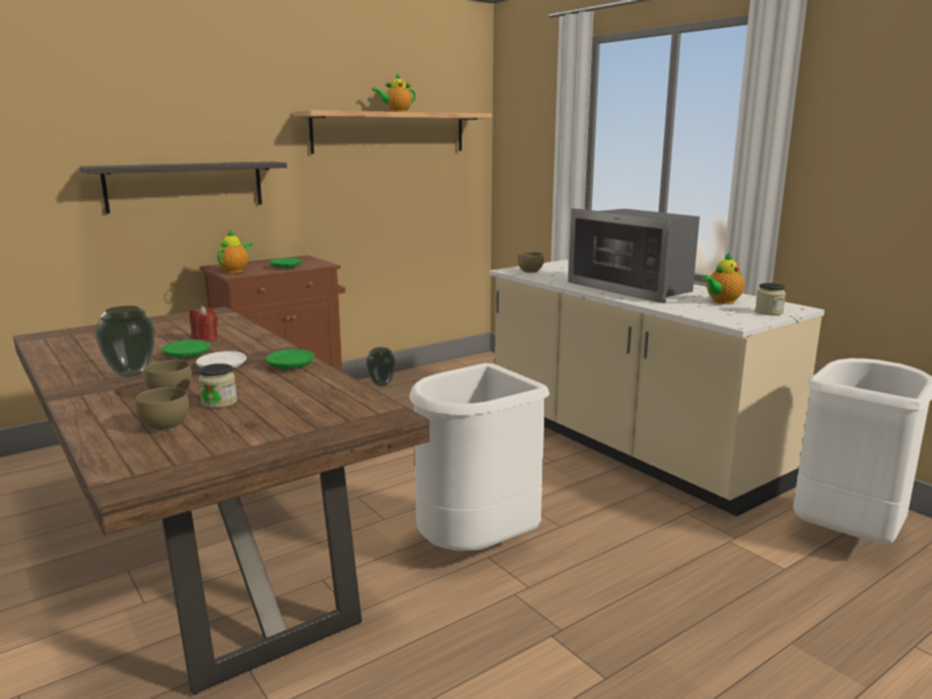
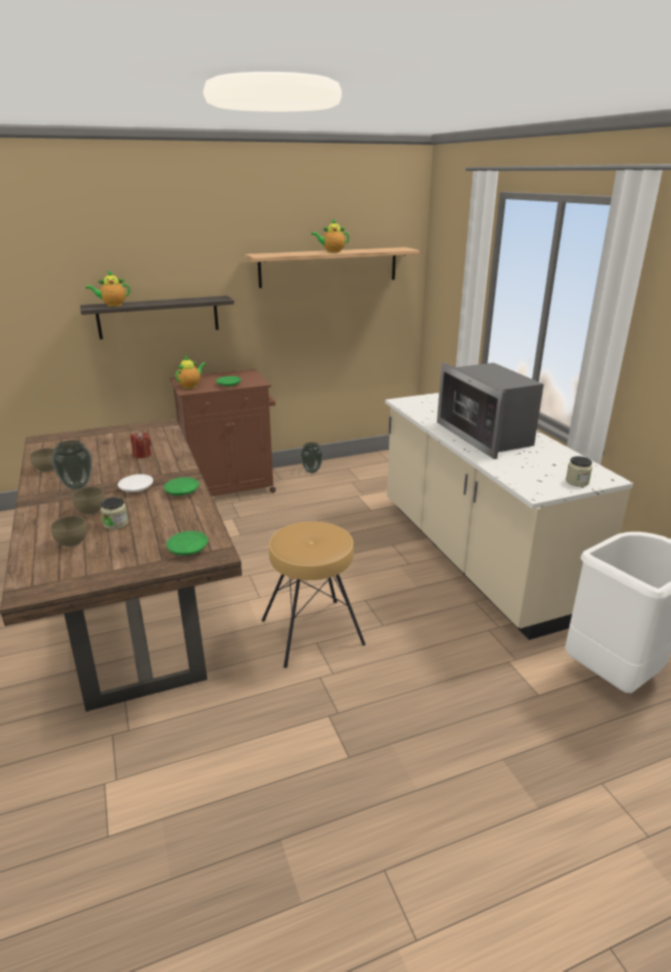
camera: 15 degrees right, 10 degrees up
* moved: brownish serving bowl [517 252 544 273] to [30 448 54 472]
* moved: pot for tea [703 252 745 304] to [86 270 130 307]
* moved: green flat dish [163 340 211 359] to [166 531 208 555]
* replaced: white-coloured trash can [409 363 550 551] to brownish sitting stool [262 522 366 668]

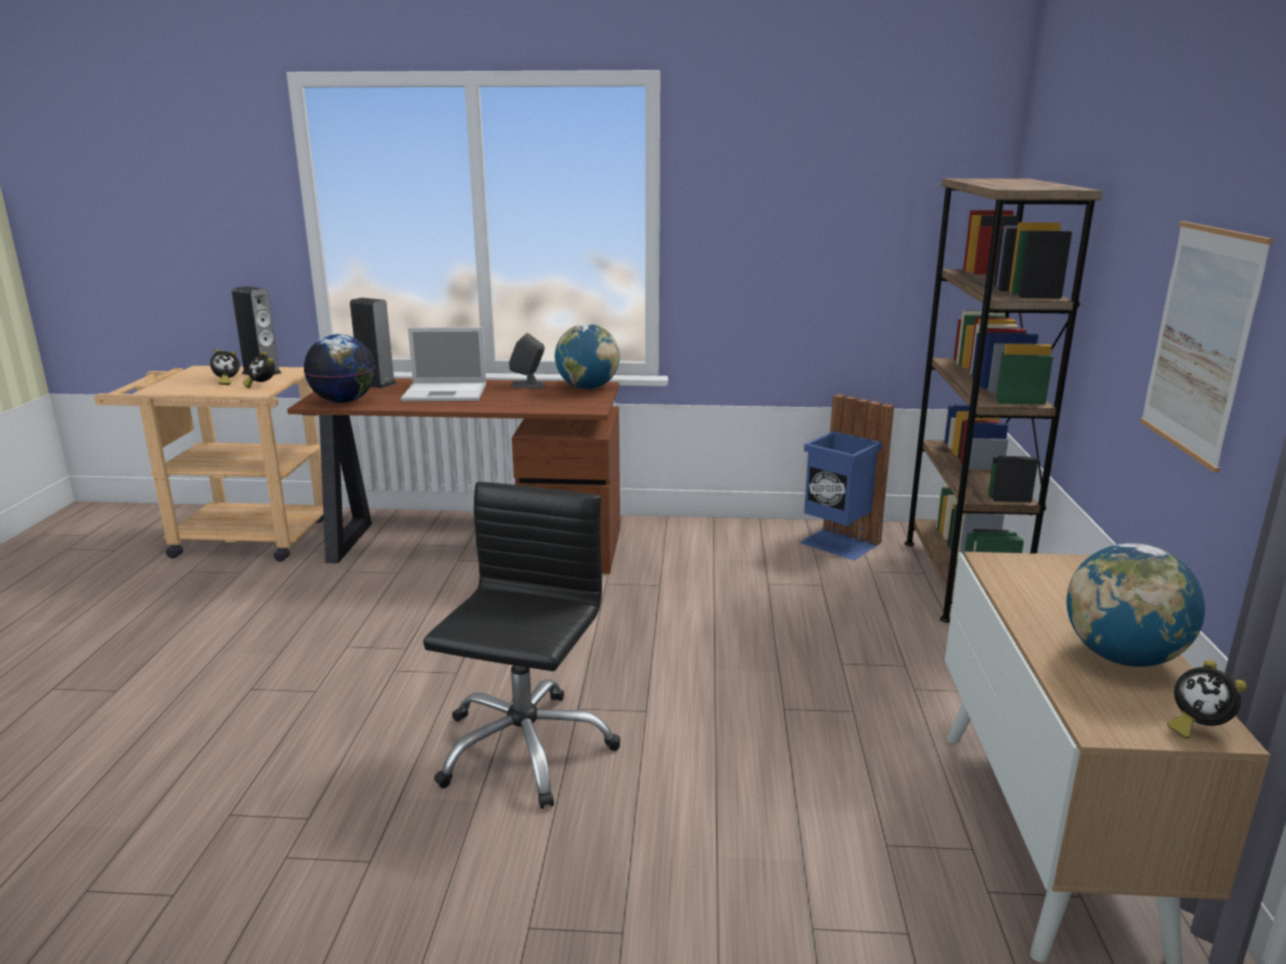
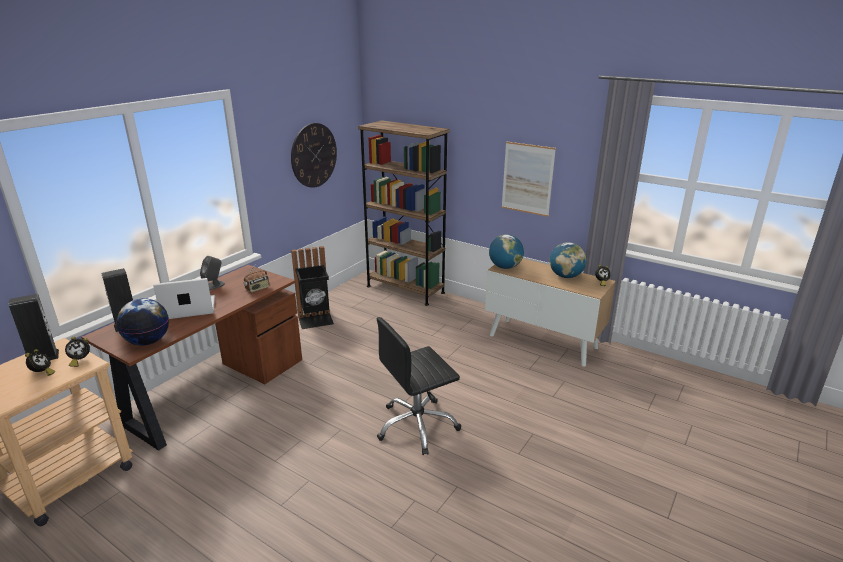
camera: 60 degrees left, 5 degrees up
* turned: notebook computer [401 327 486 401] = [153 278 215 319] 135 degrees counterclockwise
* added: radio [244 264 269 293]
* added: hanging clock [291 123 337 188]
* added: black trash can [291 246 334 329]
* turned: black computer chair [423 482 620 809] = [377 317 461 455] 75 degrees counterclockwise
* moved: desk globe [555 324 620 389] to [489 234 524 269]
* removed: blue trash can [799 394 894 560]

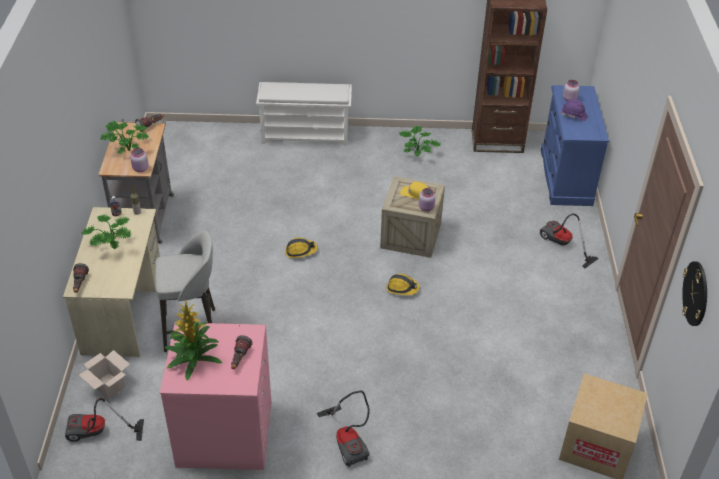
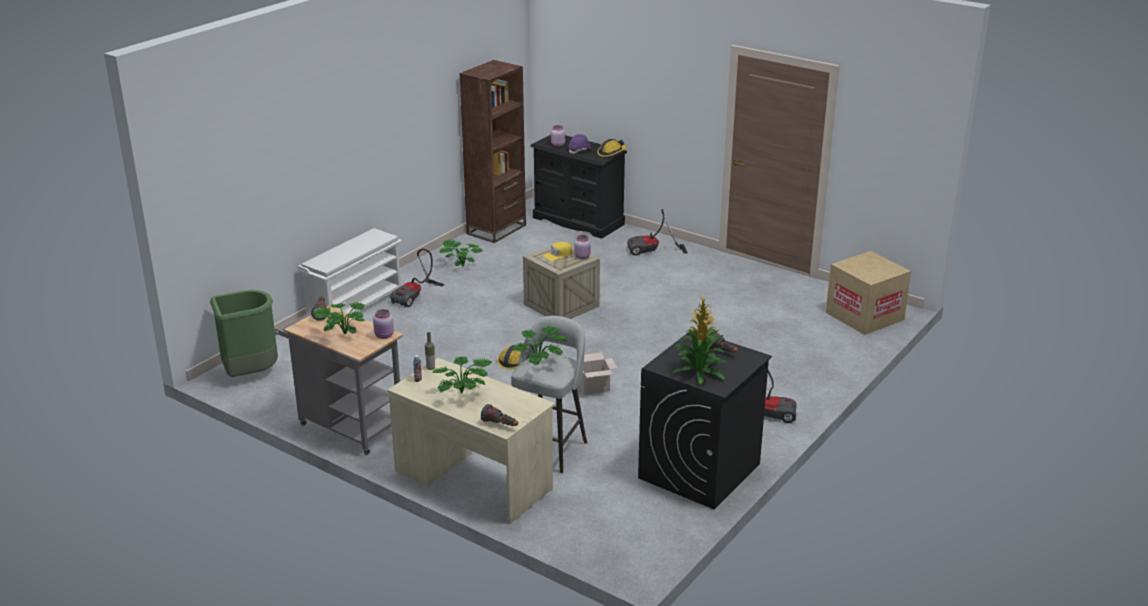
camera: 55 degrees left, 15 degrees down
* added: green trash can [210 290 278 377]
* moved: hoover [65 398 144 442] to [390 248 444 308]
* added: houseplant [511 325 568 365]
* recoloured: blue dresser [541 85 609 206] to black dresser [530 135 627 239]
* moved: packing box [79 350 130 399] to [580 352 617 395]
* moved: hard hat [386 274 420 295] to [597 139 627 157]
* recoloured: pink-coloured laundry appliance [160 322 271 470] to black laundry appliance [638 330 772 510]
* removed: hanging clock [682 261 707 326]

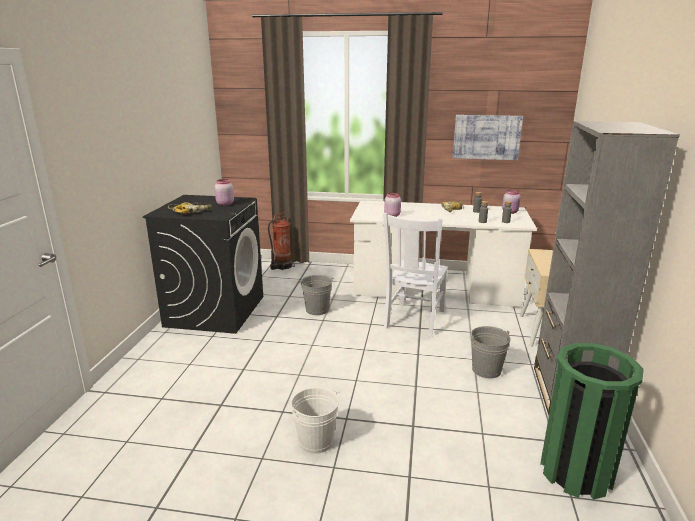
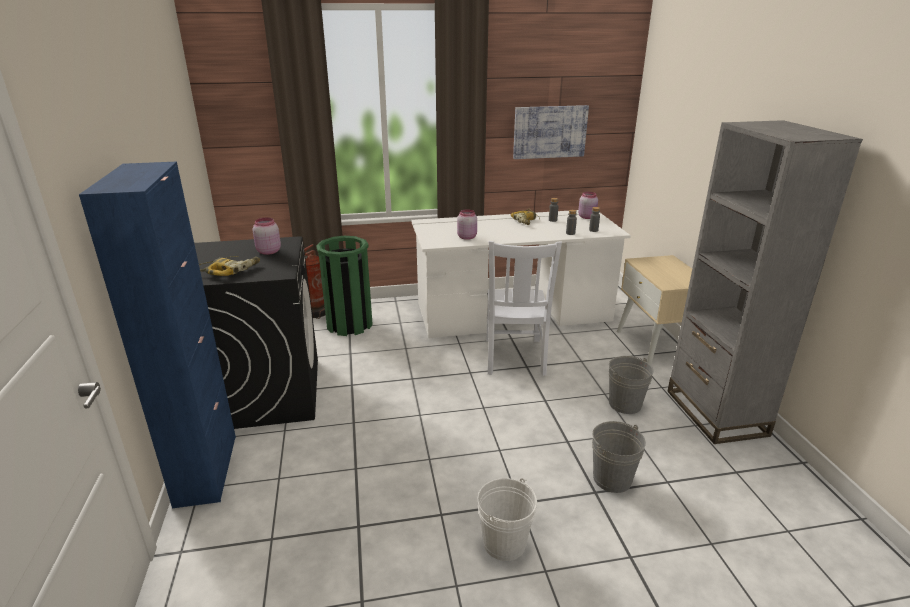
camera: 20 degrees left, 5 degrees up
* added: blue storage cabinet [79 162 236 508]
* moved: green trash can [540 343 644 500] to [316 236 373 336]
* moved: gray pail [299 275 333 315] to [592 421 646 493]

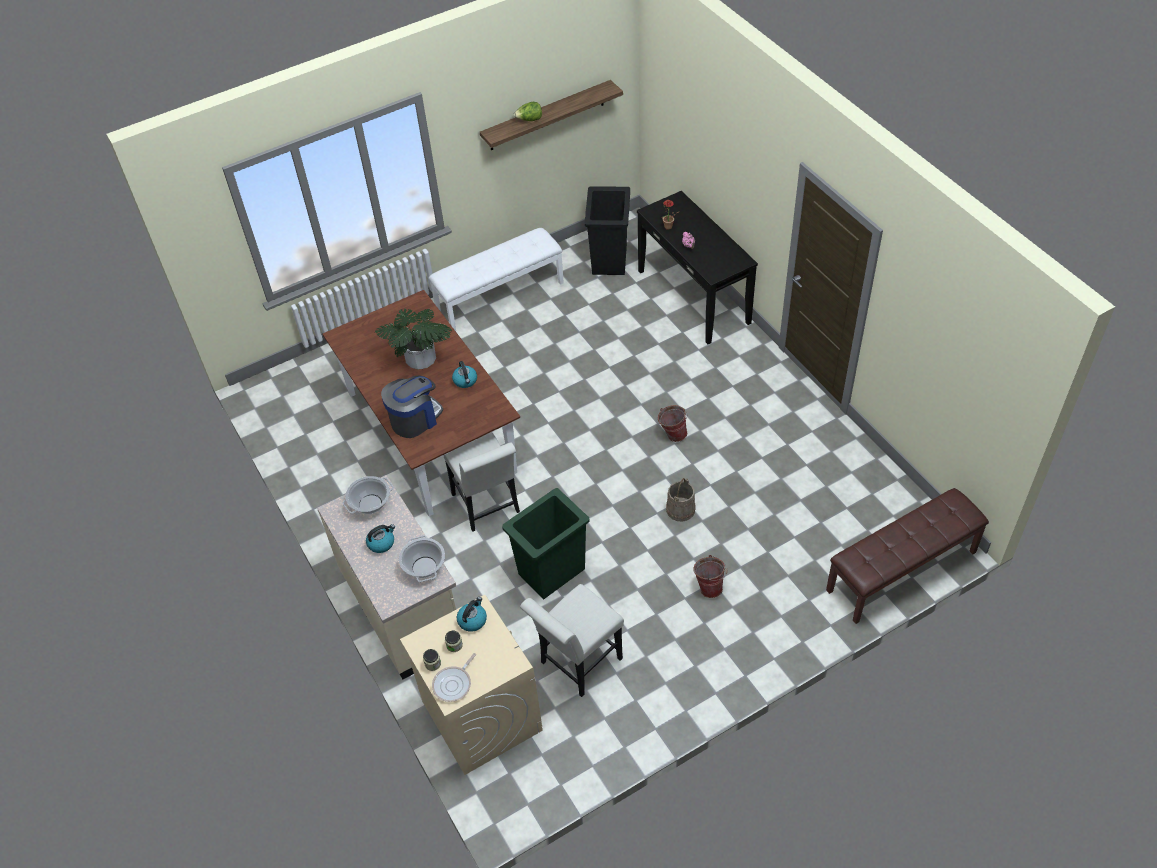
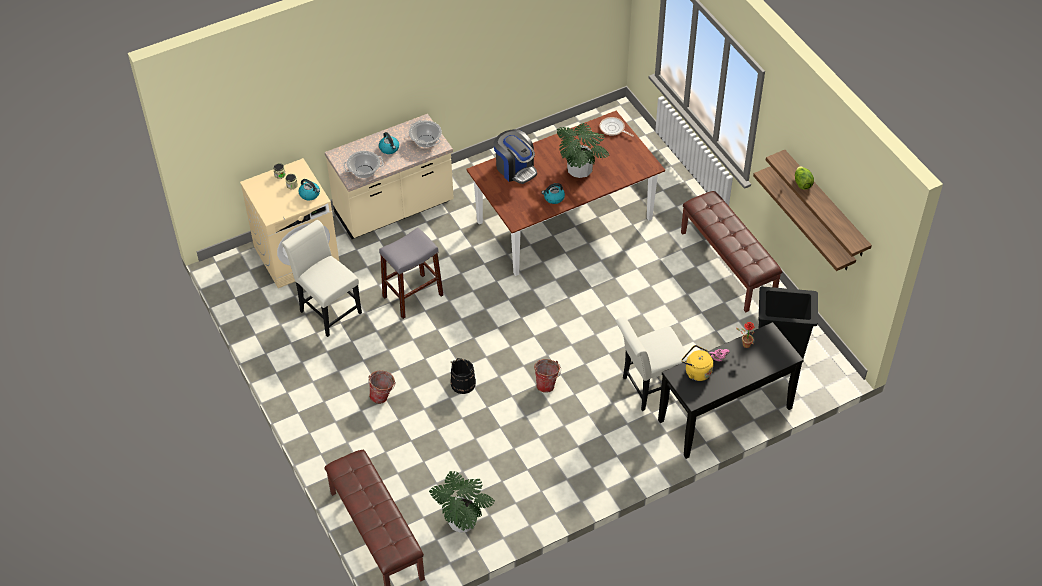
camera: 90 degrees right, 0 degrees up
* replaced: green trash can [502 488 589 600] to gray sitting stool [379 228 444 319]
* added: houseplant [429 471 495 533]
* recoloured: beige-coloured pail [666 478 695 521] to black pail [450 358 476 394]
* moved: skillet [432 653 476 702] to [599 117 634 137]
* moved: white-coloured chair [443 432 520 532] to [616 317 688 411]
* recoloured: white-coloured indoor bench [429 228 564 331] to brownish indoor bench [681 191 782 312]
* added: yellow-coloured tea kettle [681 345 713 381]
* added: shelf [753 166 856 271]

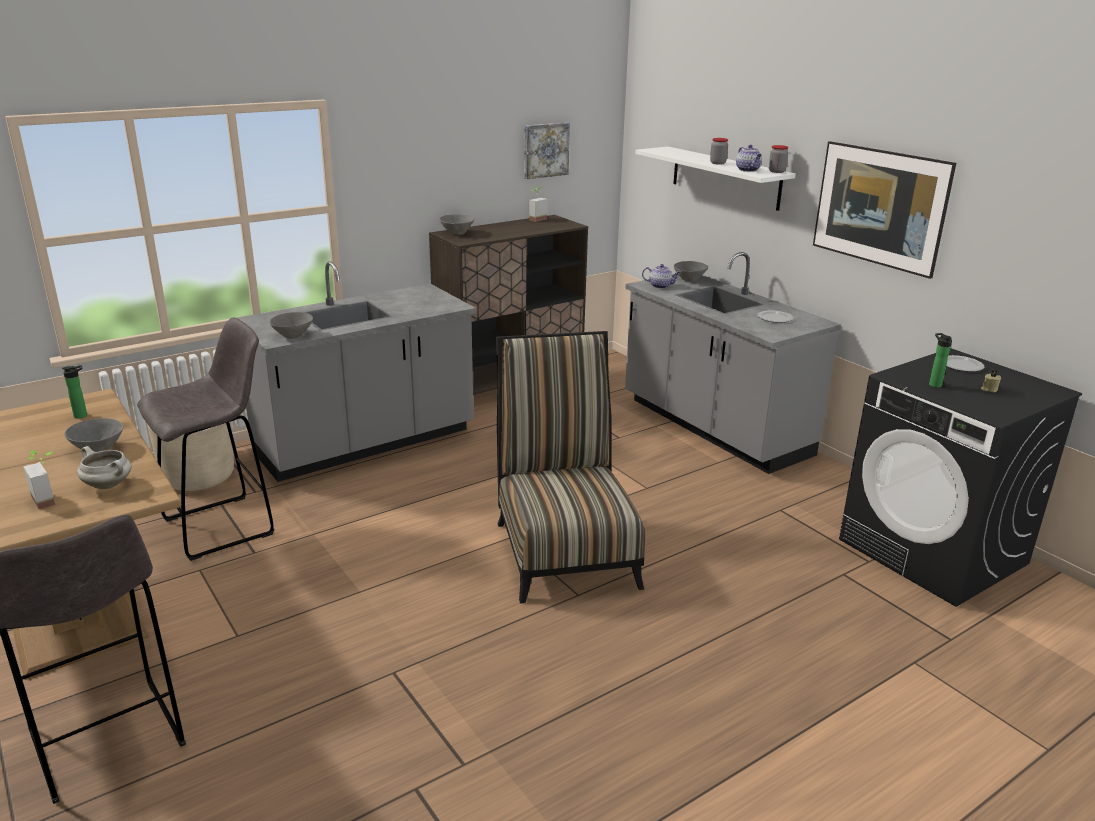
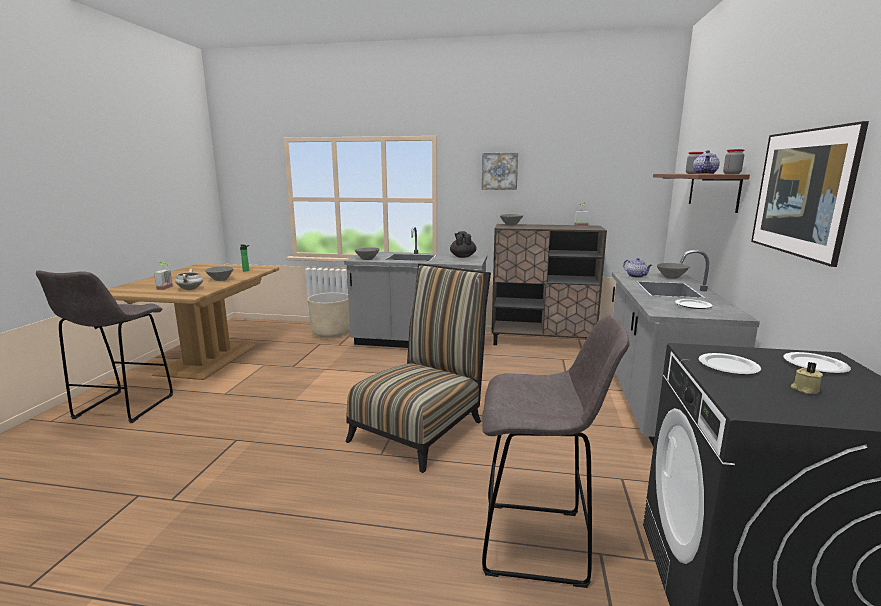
camera: 45 degrees right, 10 degrees down
* added: black pot for tea [450 231 477 258]
* moved: picture [524 122 570 179] to [482 153 518 190]
* moved: gray sitting stool [137 318 274 561] to [482 314 630 588]
* recoloured: white-coloured shelf [635 147 796 211] to brownish shelf [653 174 750 213]
* replaced: drink bottle [929 333 952 388] to flat dish [698 353 761 375]

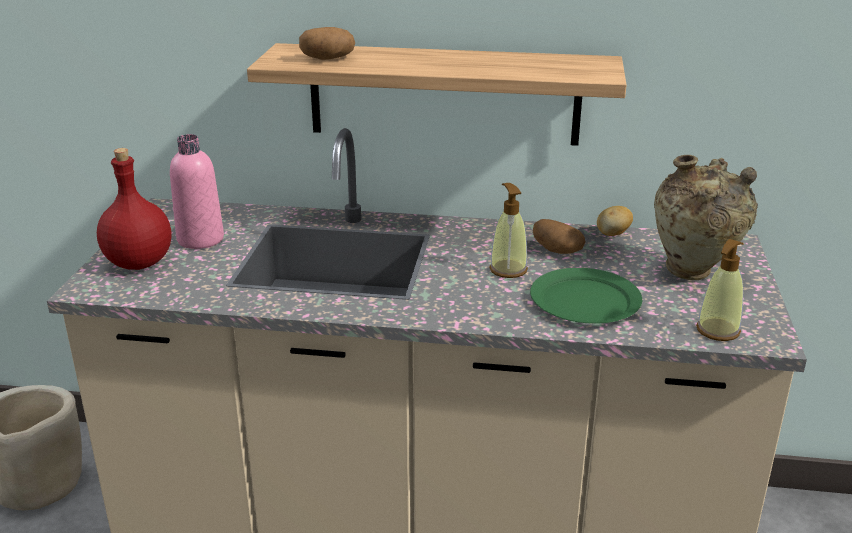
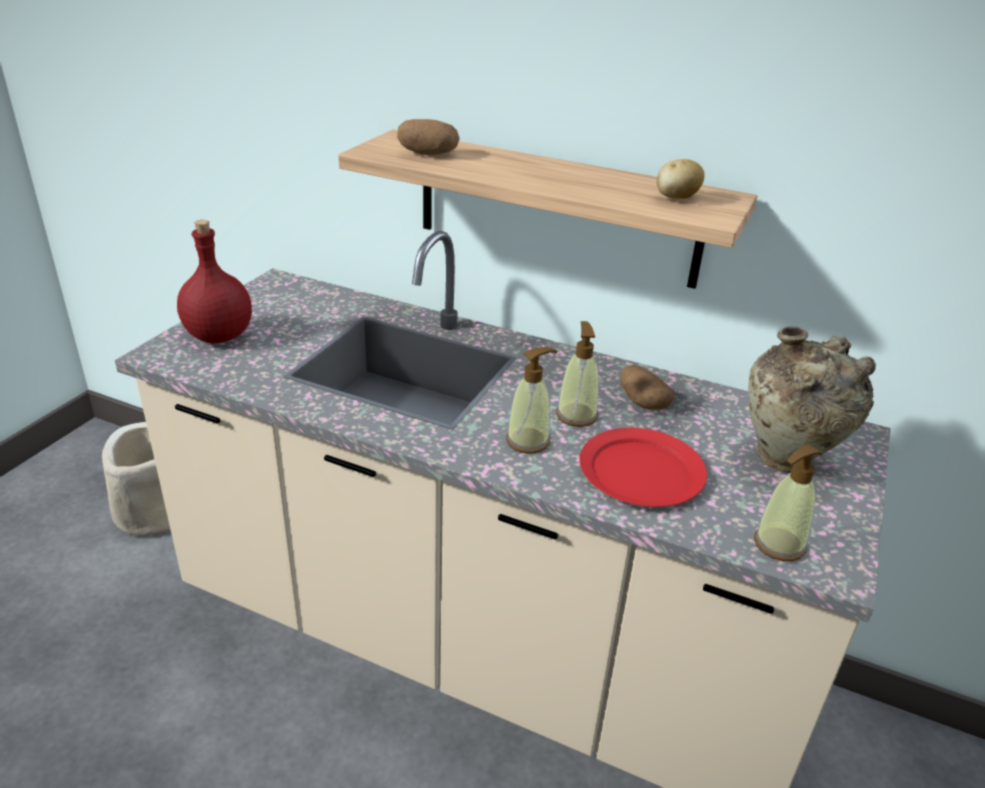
camera: 15 degrees right, 5 degrees up
* added: liquid soap bottle [506 347 557 454]
* recoloured: green flat dish [530 268 642 324] to reddish flat dish [580 428 707 507]
* moved: whole potato [597 206 633 236] to [657 159 704 199]
* removed: pink-coloured drink bottle [170 134 224 249]

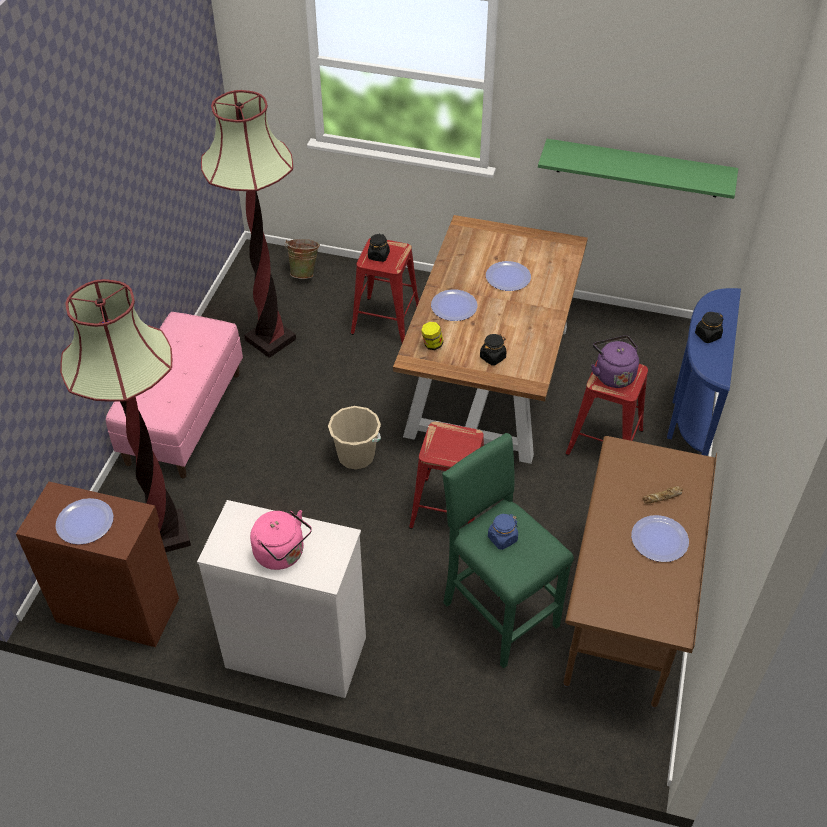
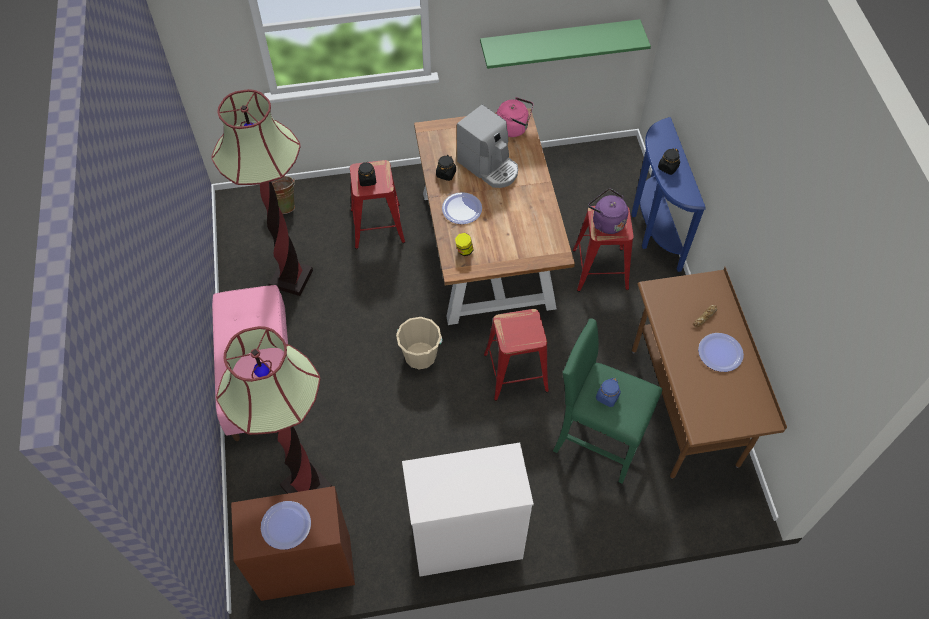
camera: 25 degrees left, 10 degrees up
* moved: black preserve jar [480 334 507 366] to [436 156 456 181]
* replaced: flat dish [486 261 531 291] to coffee machine [457 104 518 188]
* moved: pink-coloured tea kettle [250 510 312 570] to [497 97 533 137]

